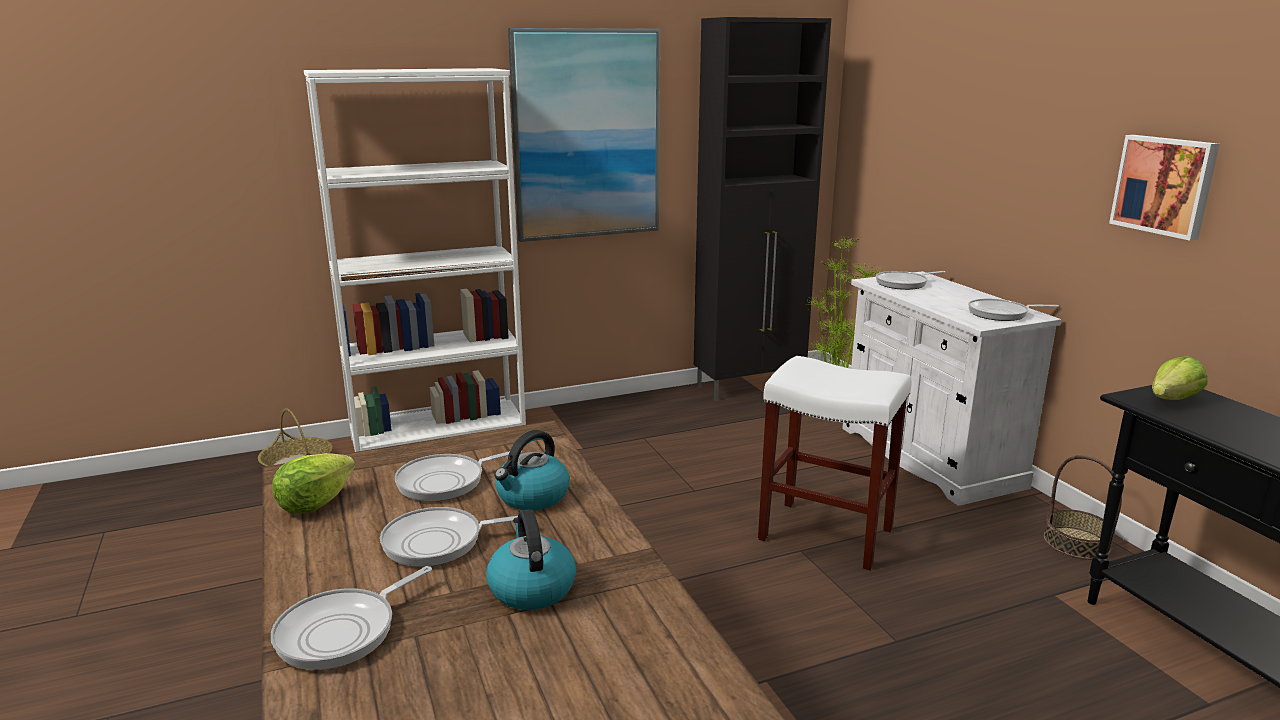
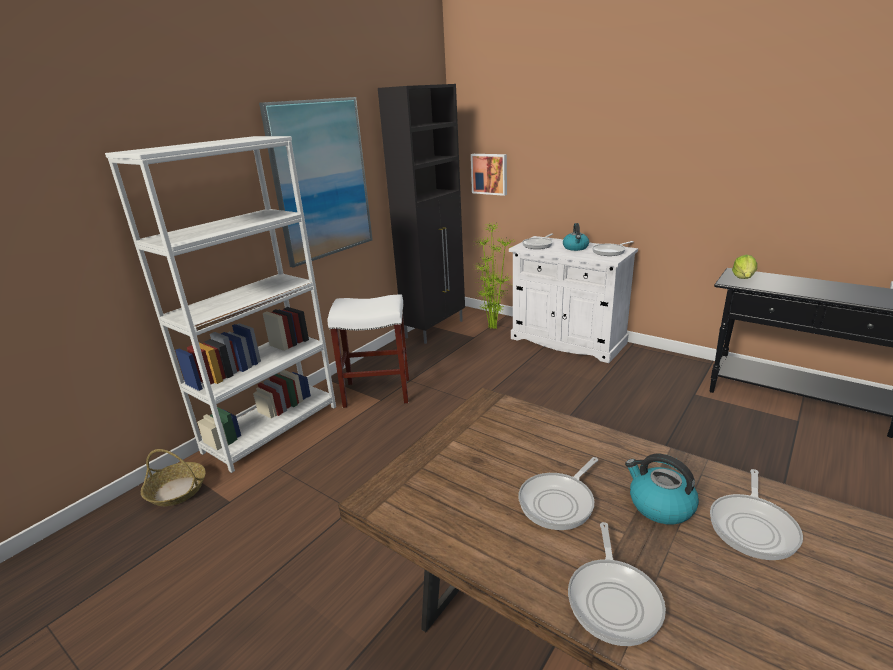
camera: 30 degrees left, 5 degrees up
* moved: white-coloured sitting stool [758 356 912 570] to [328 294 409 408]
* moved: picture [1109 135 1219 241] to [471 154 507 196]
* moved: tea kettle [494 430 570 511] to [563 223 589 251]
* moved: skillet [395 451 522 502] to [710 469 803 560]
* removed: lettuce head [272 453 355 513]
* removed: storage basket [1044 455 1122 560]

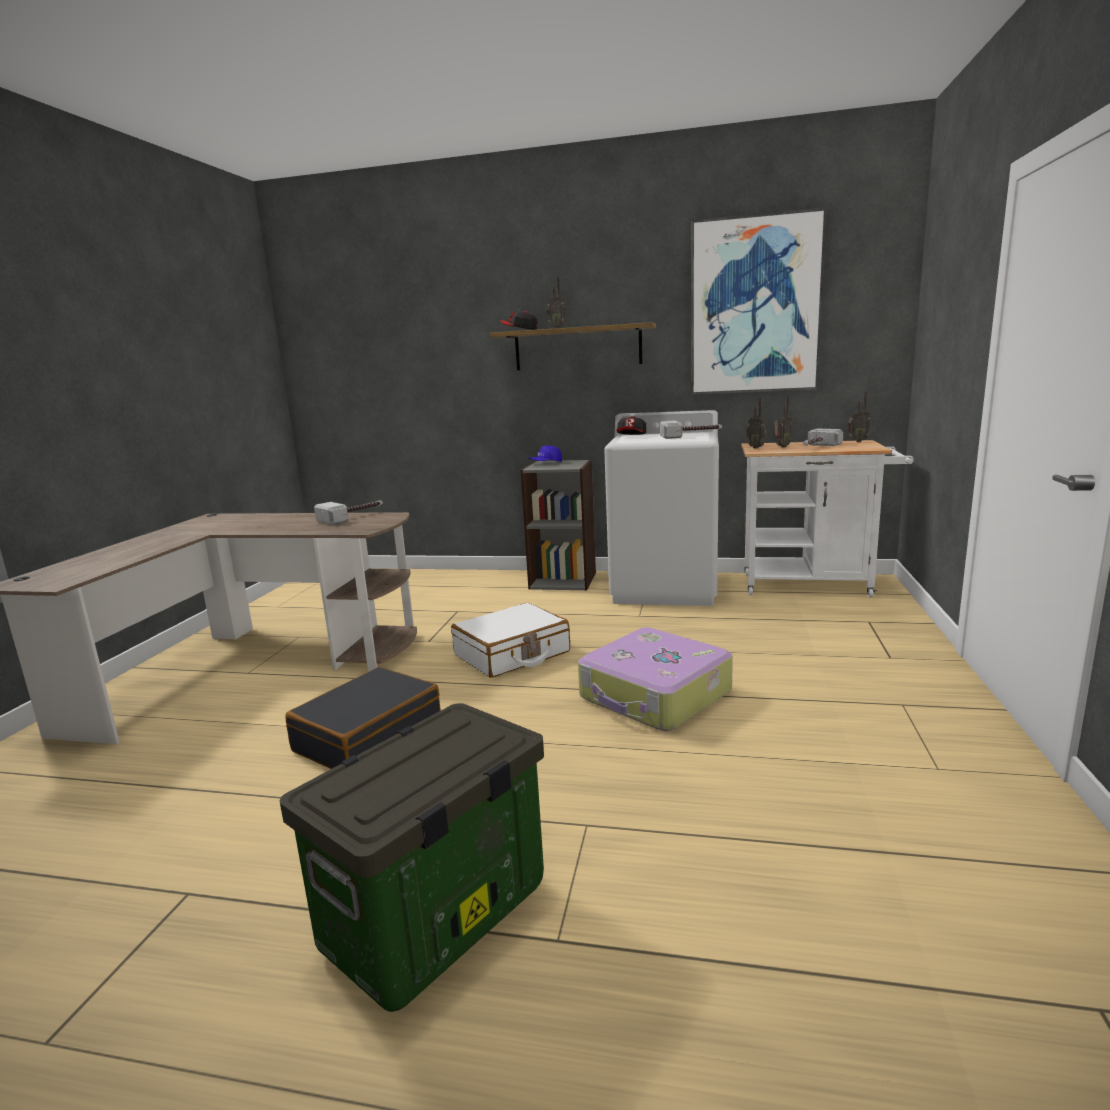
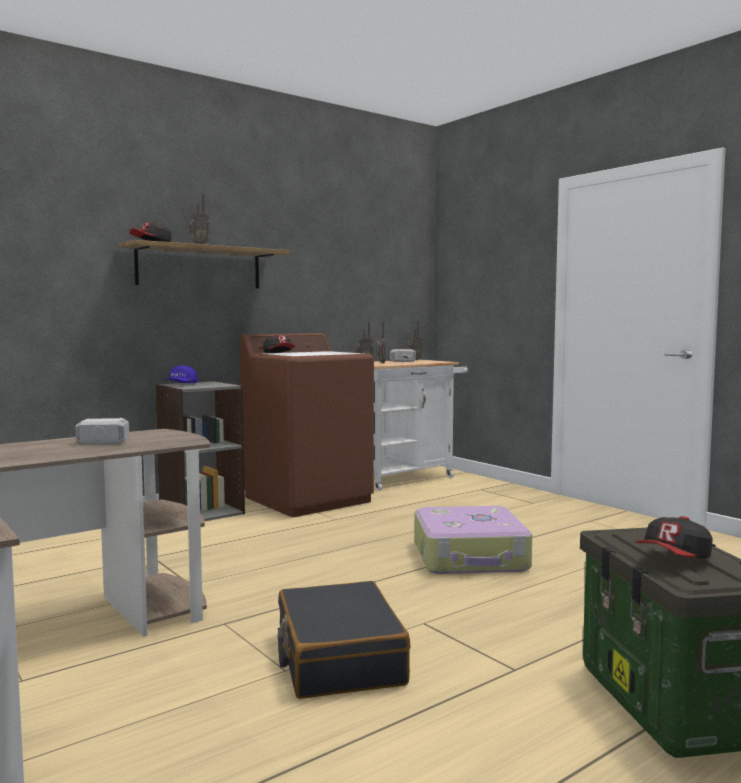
camera: 50 degrees left, 10 degrees down
* recoloured: white-coloured laundry appliance [604 410 719 606] to brownish laundry appliance [240 333 374 517]
* added: cap [635 516 713 559]
* removed: white-coloured piece of luggage [451 603 570 678]
* removed: tool hammer [660 420 722 439]
* removed: picture [691 207 827 395]

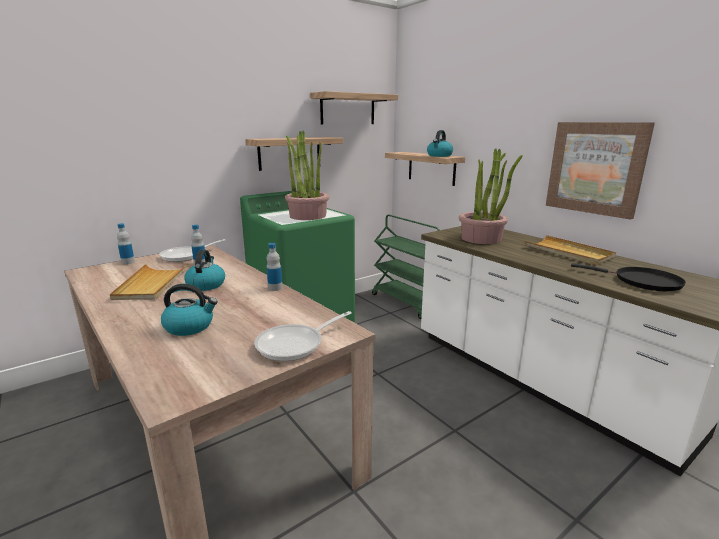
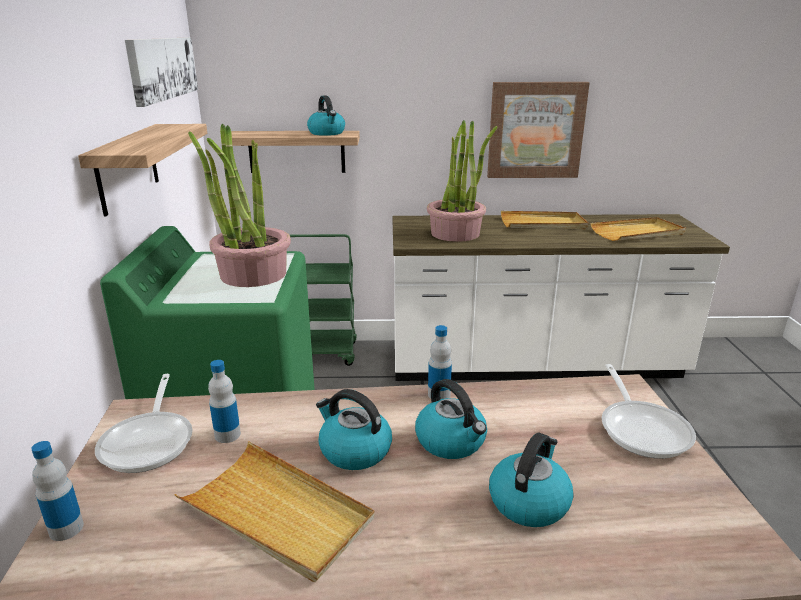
camera: 55 degrees left, 5 degrees up
* replaced: shelf [310 91 398 124] to picture [125 38 198 107]
* added: tea kettle [415 379 487 459]
* replaced: black skillet [571 263 686 291] to beige-coloured carrying tray [590 217 686 241]

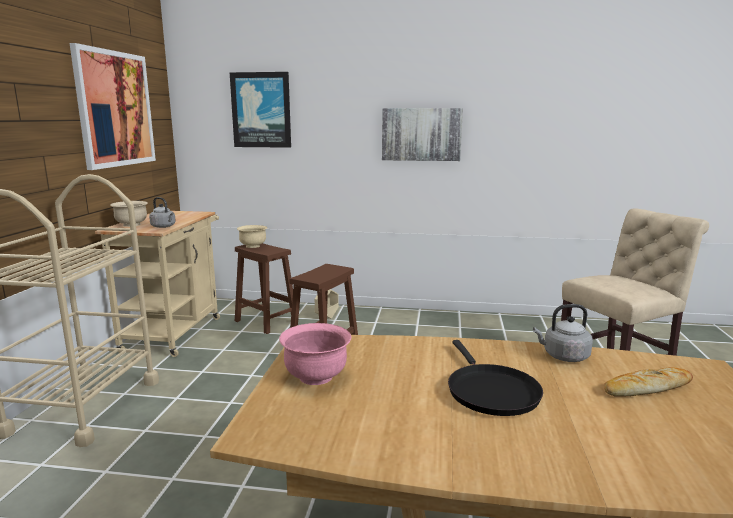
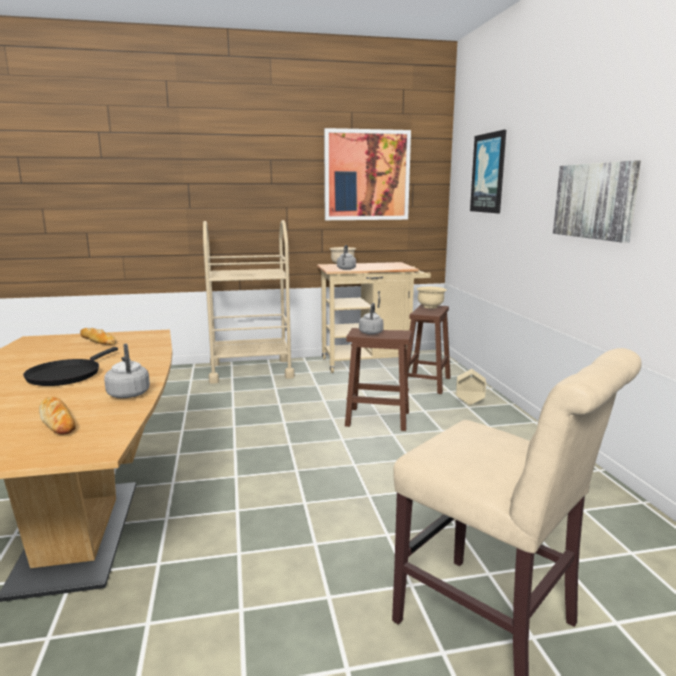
camera: 70 degrees right, 0 degrees up
* turned: black skillet [448 340 543 416] = [23 347 118 386] 45 degrees counterclockwise
* replaced: pink-coloured serving bowl [279 323 351 385] to bakery bread [80 328 116 345]
* added: gray tea kettle [359 303 384 335]

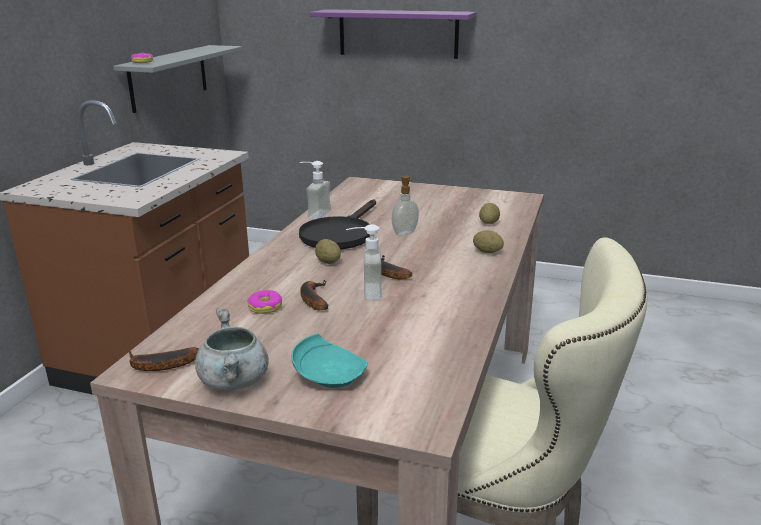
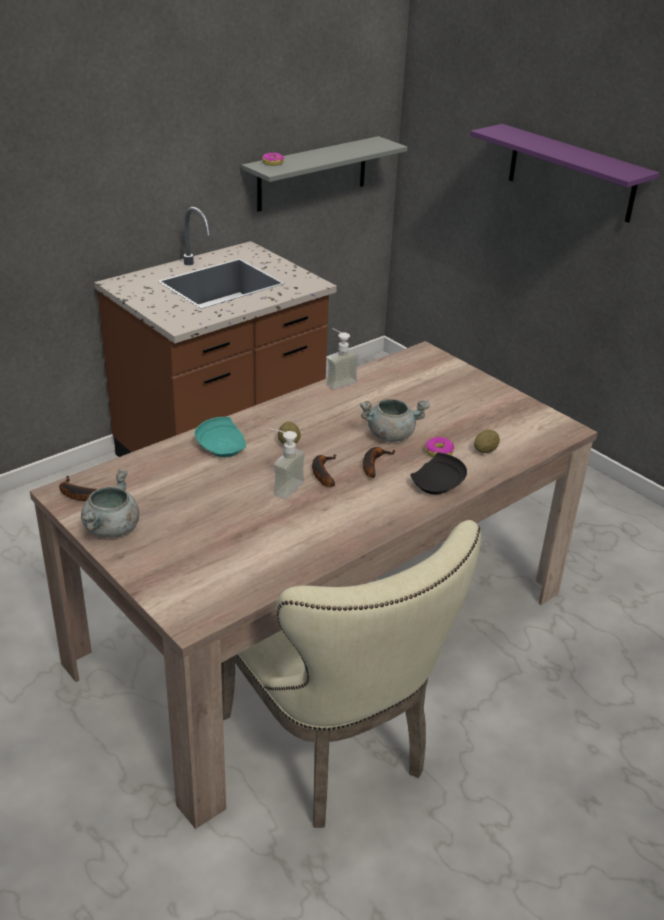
camera: 30 degrees right, 10 degrees up
* moved: blue-green flat dish [291 333 368 388] to [195 417 246 457]
* replaced: liquid soap bottle [392 176 419 236] to gray stockpot [360 399 430 442]
* moved: whole banana [300 280 328 310] to [363 447 395 478]
* replaced: whole potato [473 230 504 253] to black flat dish [410 452 467 495]
* moved: ring doughnut [247 290 282 314] to [425 437 454 457]
* removed: black skillet [299 199 376 249]

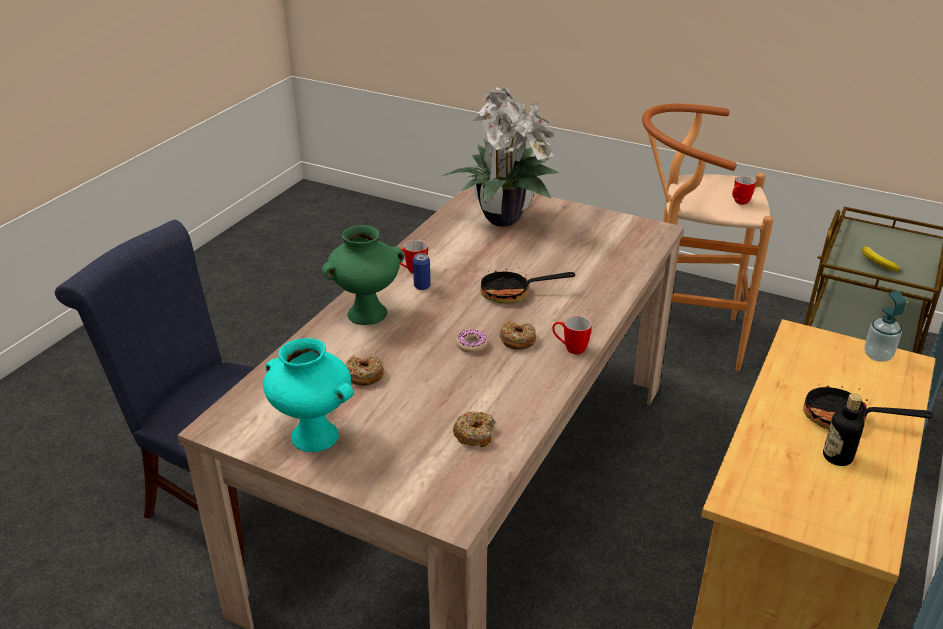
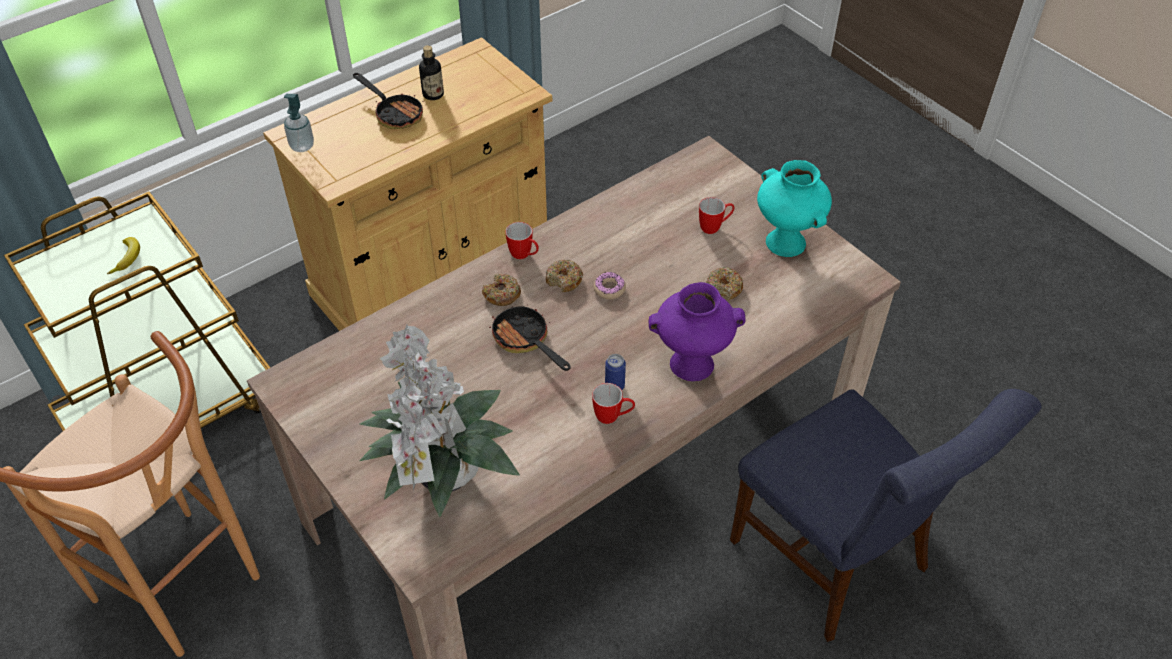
camera: 155 degrees left, 15 degrees up
* moved: ring doughnut [453 412 495 447] to [482 273 521 306]
* turned: skillet [481 269 575 303] = [489 306 571 371] 150 degrees counterclockwise
* recoloured: green vase [322 225 404 325] to purple-coloured vase [649 282 746 381]
* moved: tea mug [732 176 756 205] to [699 197 734 234]

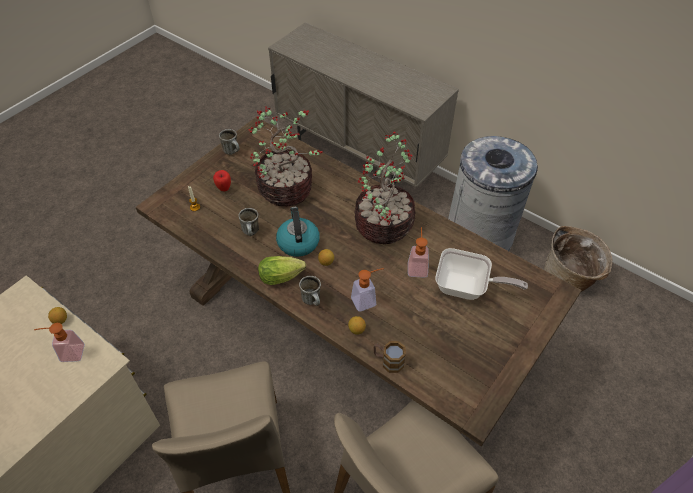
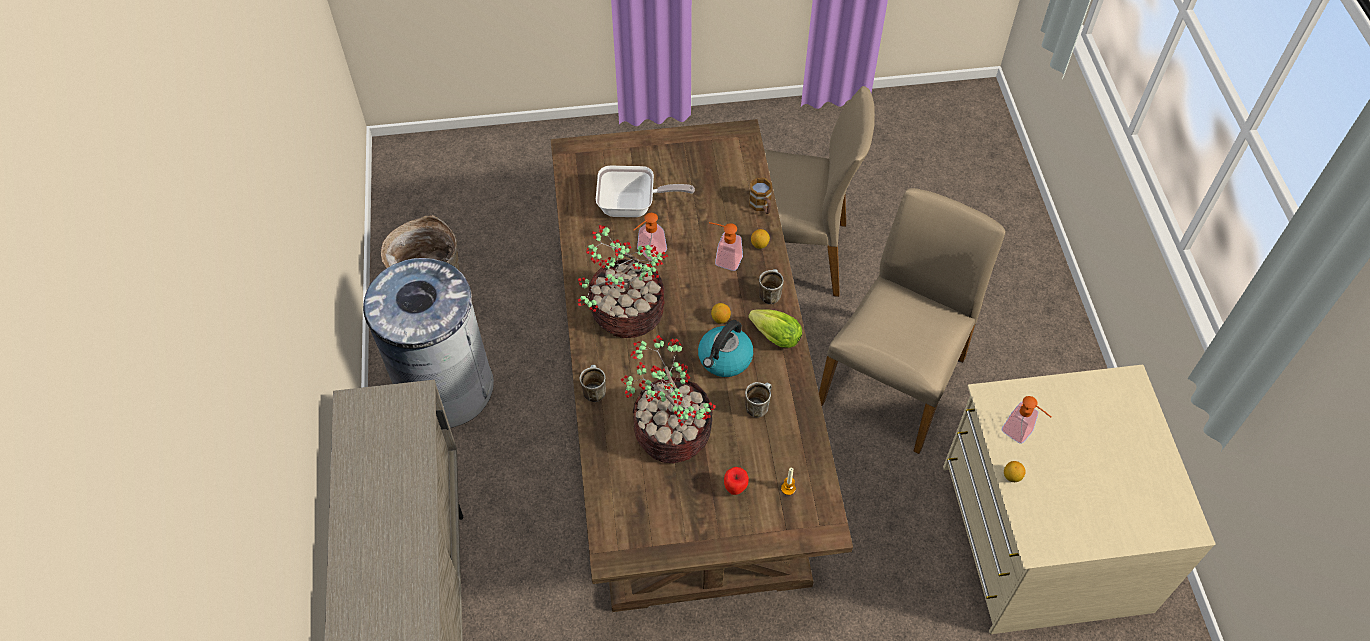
camera: 135 degrees left, 5 degrees up
* moved: tea mug [219 129 240 155] to [580 365 606 402]
* turned: skillet [435 248 528 300] = [596 166 695 217] 120 degrees clockwise

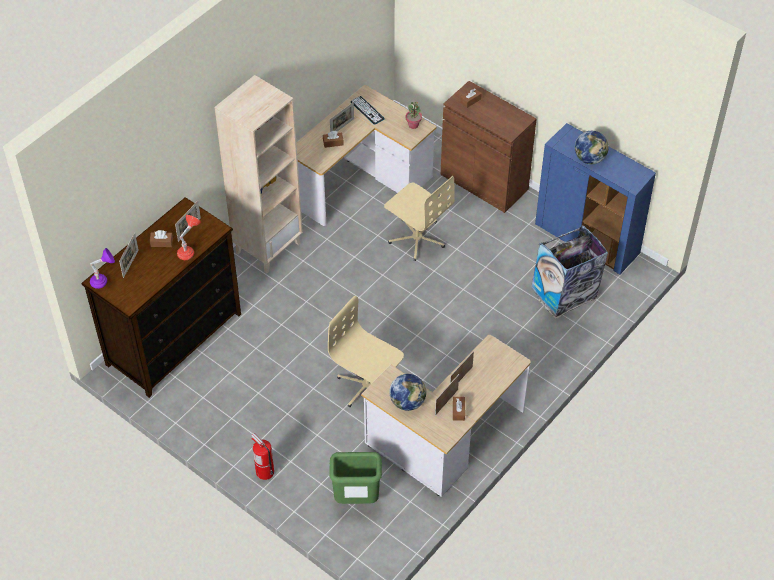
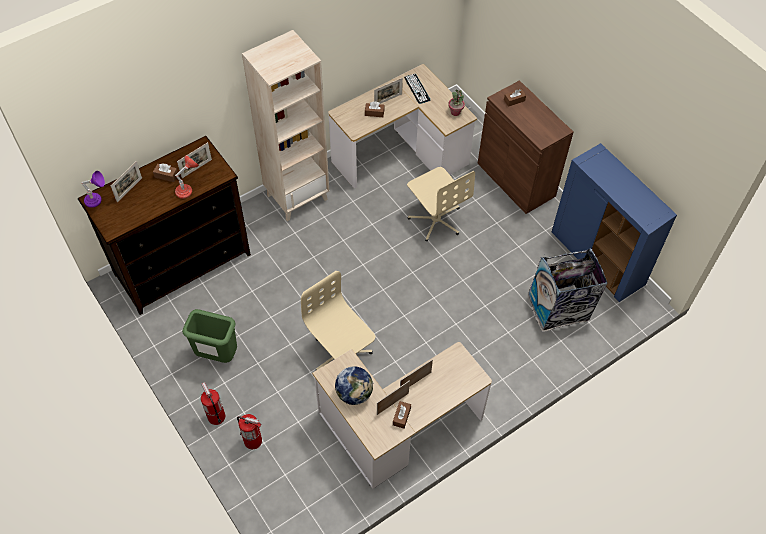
camera: 15 degrees right, 5 degrees up
* moved: green trash can [329 452 382 504] to [182 309 237 363]
* added: fire-fighting cylinder [237 414 262 449]
* removed: desk globe [575 131 609 164]

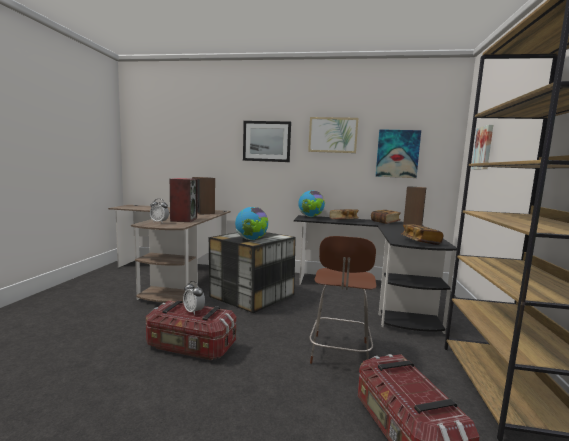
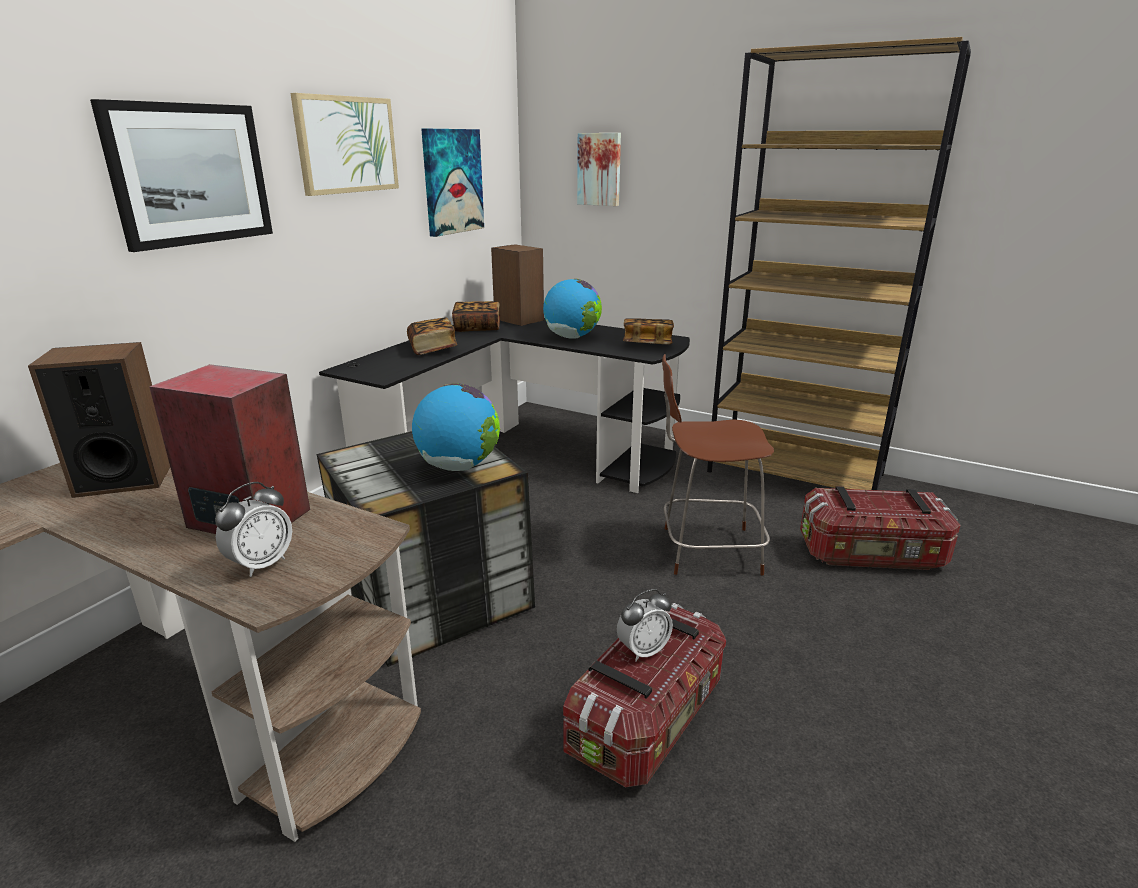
camera: 70 degrees left, 15 degrees up
* moved: desk globe [298 191 325 217] to [543 279 602 339]
* turned: brownish chair [309 236 377 364] = [662 354 774 576] 150 degrees clockwise

